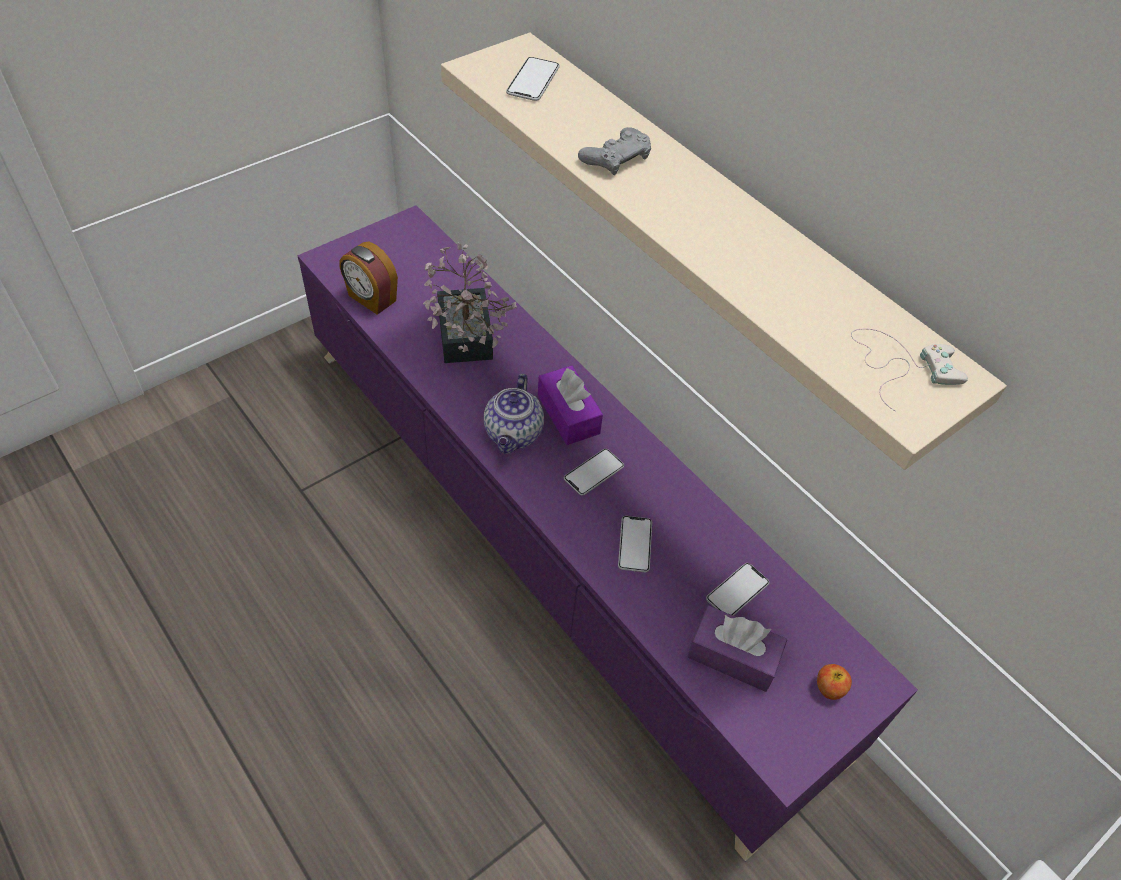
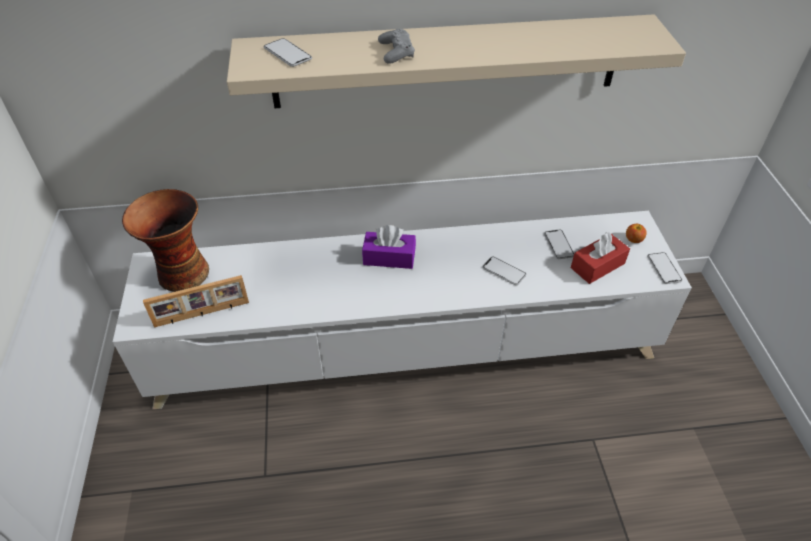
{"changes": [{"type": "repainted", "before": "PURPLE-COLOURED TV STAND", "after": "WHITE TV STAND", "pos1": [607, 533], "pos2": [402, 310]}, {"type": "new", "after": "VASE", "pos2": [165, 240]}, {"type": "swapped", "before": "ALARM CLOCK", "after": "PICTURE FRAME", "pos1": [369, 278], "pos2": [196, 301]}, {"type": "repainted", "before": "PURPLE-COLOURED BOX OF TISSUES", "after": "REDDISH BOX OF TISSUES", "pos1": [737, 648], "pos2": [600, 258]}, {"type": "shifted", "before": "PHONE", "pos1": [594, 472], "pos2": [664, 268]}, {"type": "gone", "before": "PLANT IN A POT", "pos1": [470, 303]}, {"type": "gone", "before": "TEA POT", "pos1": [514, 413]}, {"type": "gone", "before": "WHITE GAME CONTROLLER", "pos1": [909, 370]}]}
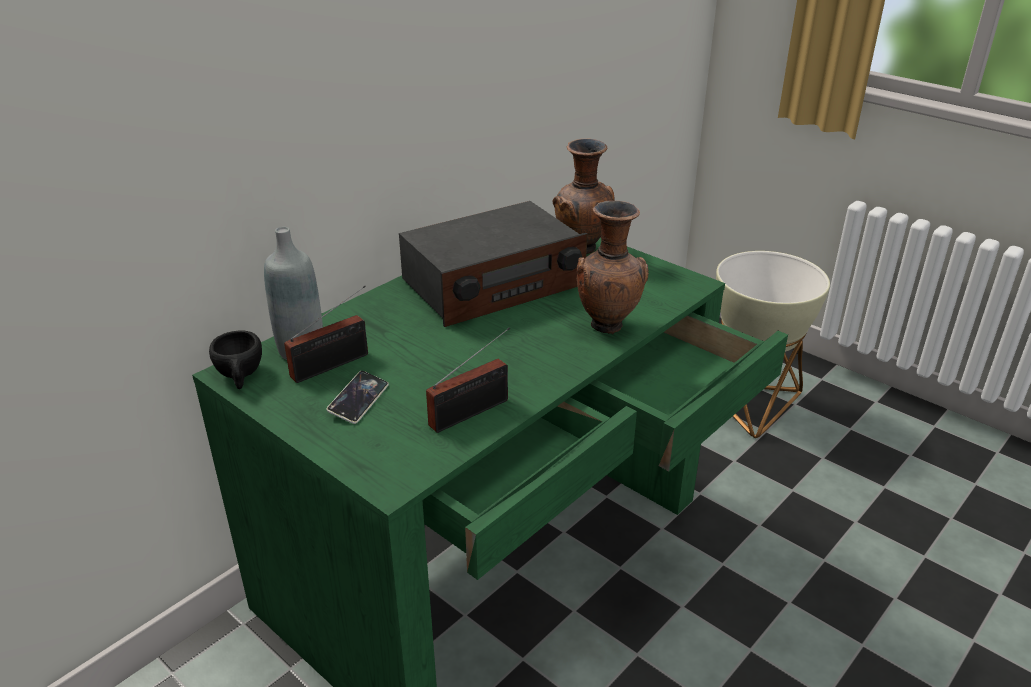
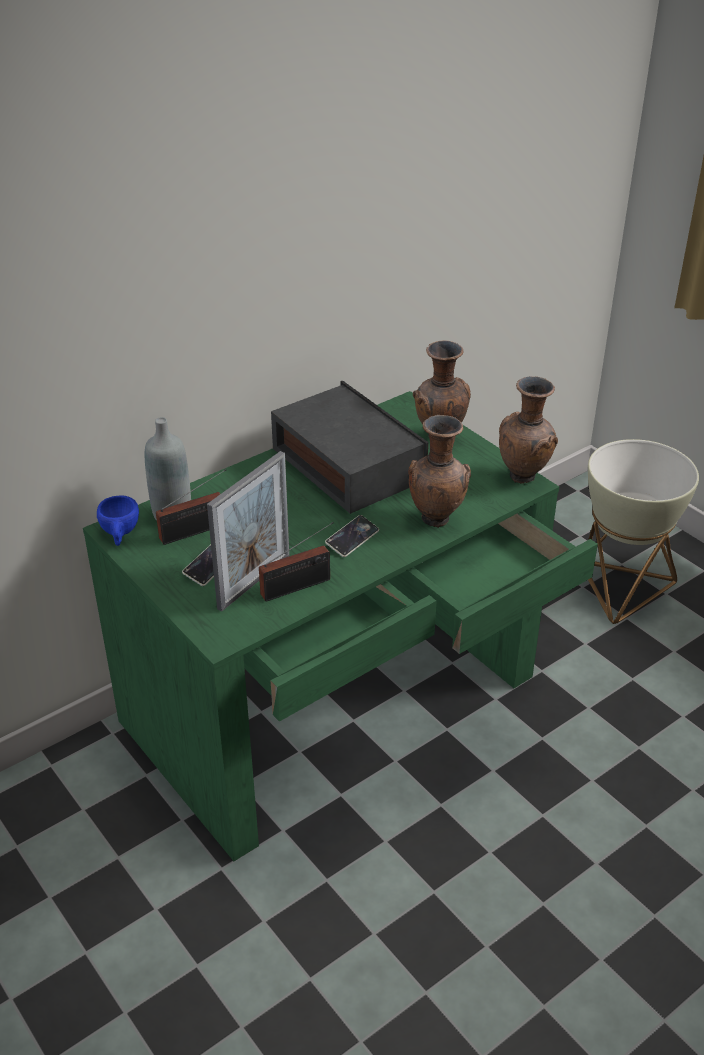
{"changes": [{"type": "repainted", "before": "BLACKISH DRINKING CUP", "after": "BLUISH DRINKING CUP", "pos1": [235, 360], "pos2": [118, 520]}, {"type": "new", "after": "PICTURE FRAME", "pos2": [248, 531]}, {"type": "rotated", "before": "RADIO RECEIVER", "pos1": [493, 264], "pos2": [349, 447], "turn": -105}, {"type": "new", "after": "PHONE", "pos2": [352, 536]}, {"type": "new", "after": "BROWN-COLOURED VASE", "pos2": [528, 430]}]}
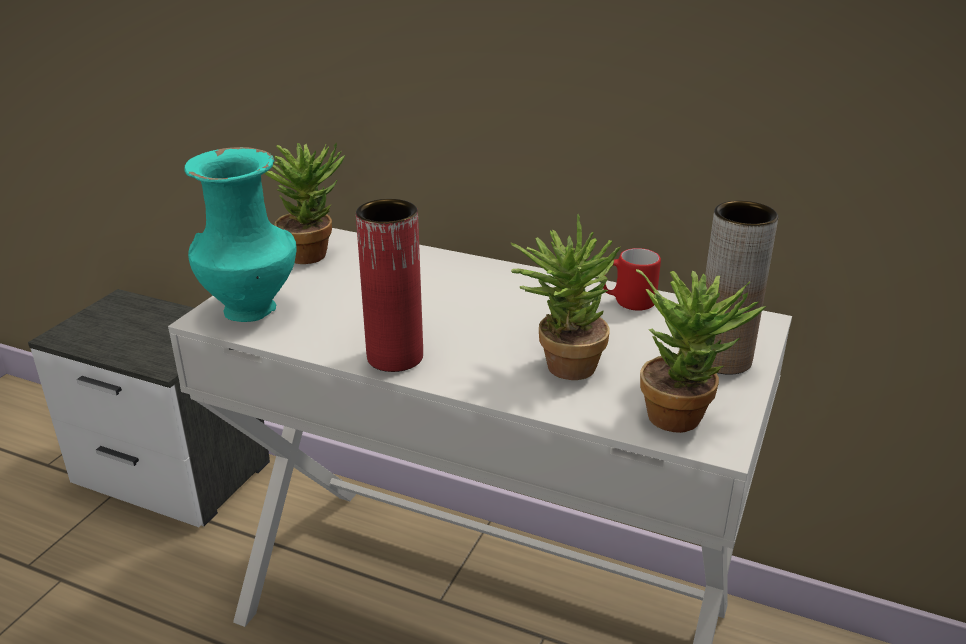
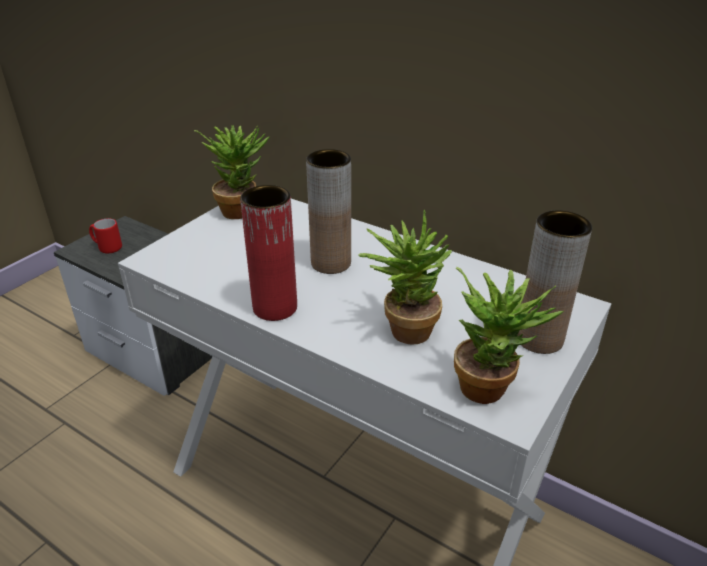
{"changes": [{"type": "shifted", "before": "REDDISH COFFEE MUG", "pos1": [632, 279], "pos2": [105, 235]}, {"type": "new", "after": "BROWN-COLOURED VASE", "pos2": [328, 211]}, {"type": "gone", "before": "TURQUOISE-COLOURED VASE", "pos1": [240, 234]}]}
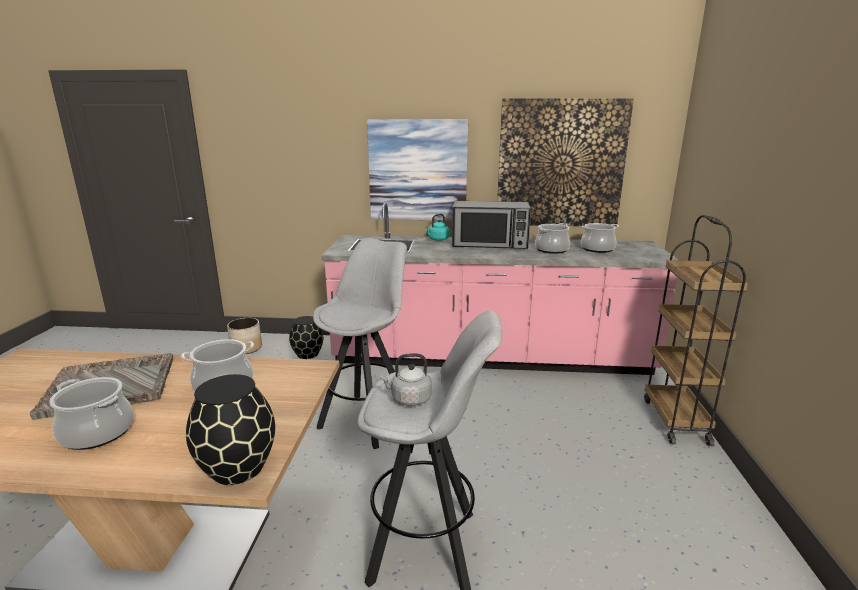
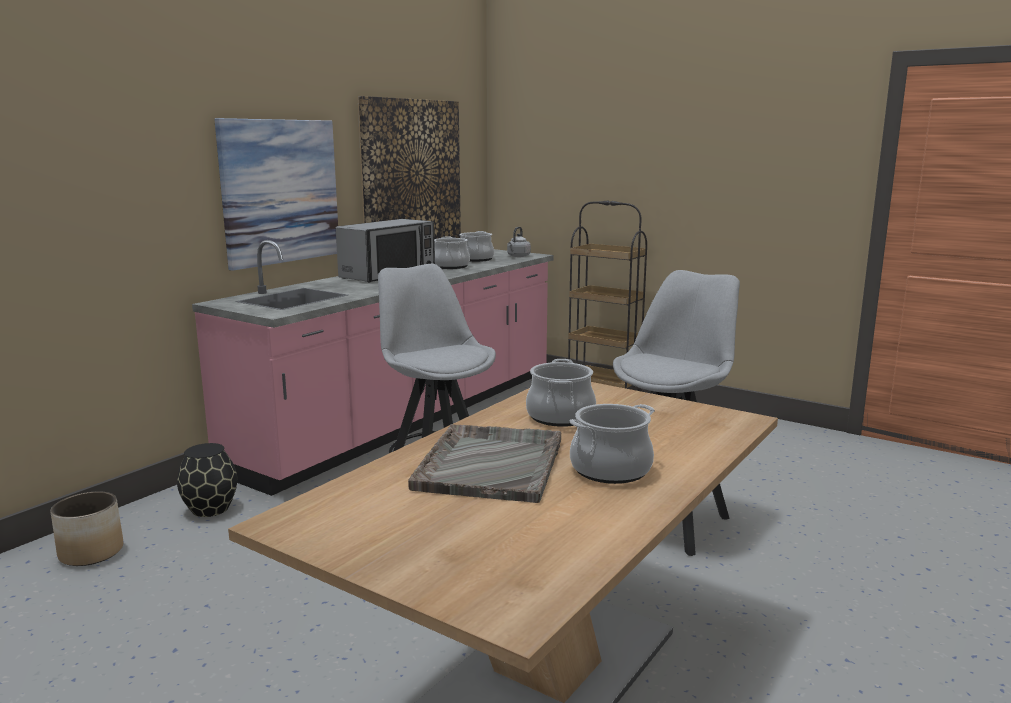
{"changes": [{"type": "shifted", "before": "GRAY WATER KETTLE", "pos1": [405, 379], "pos2": [519, 242]}, {"type": "gone", "before": "BLACKISH VASE", "pos1": [230, 429]}, {"type": "gone", "before": "TURQUOISE-COLOURED WATER KETTLE", "pos1": [437, 227]}]}
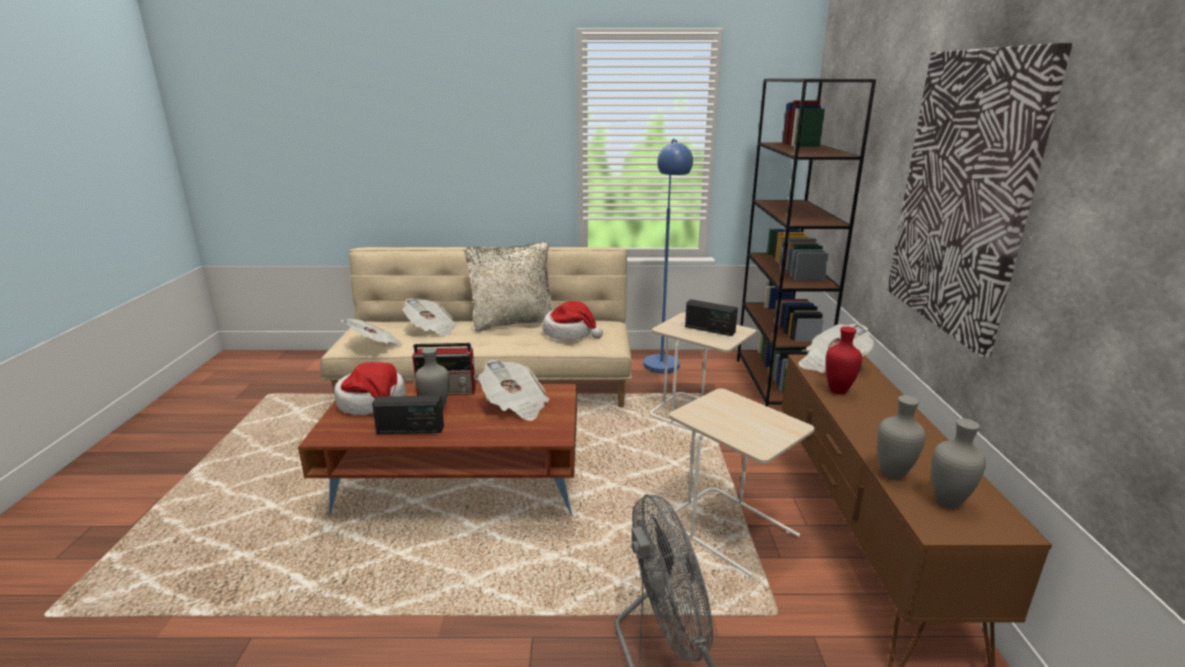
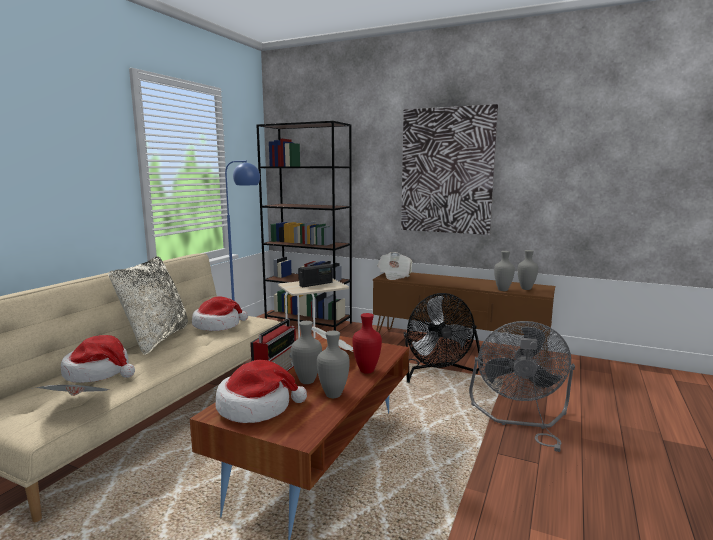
{"changes": [{"type": "swapped", "before": "DAILY PAPER", "after": "WEARABLE HAT", "pos1": [429, 317], "pos2": [98, 359]}, {"type": "swapped", "before": "RADIO RECEIVER", "after": "GRAY VASE", "pos1": [408, 415], "pos2": [333, 364]}, {"type": "shifted", "before": "REDDISH VASE", "pos1": [843, 360], "pos2": [367, 343]}, {"type": "swapped", "before": "BEIGE-COLOURED SIDE TABLE", "after": "BLACKISH COOLING FAN", "pos1": [740, 482], "pos2": [443, 338]}]}
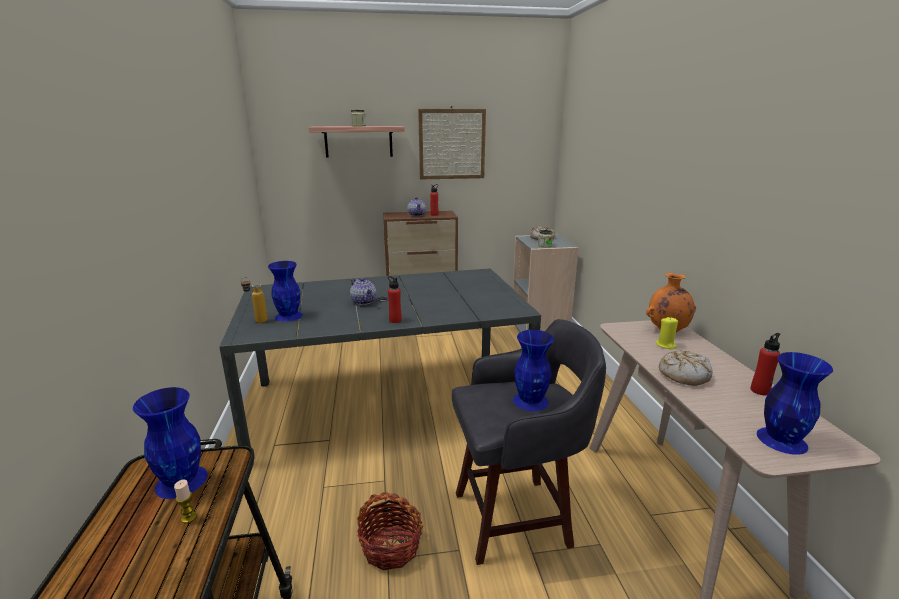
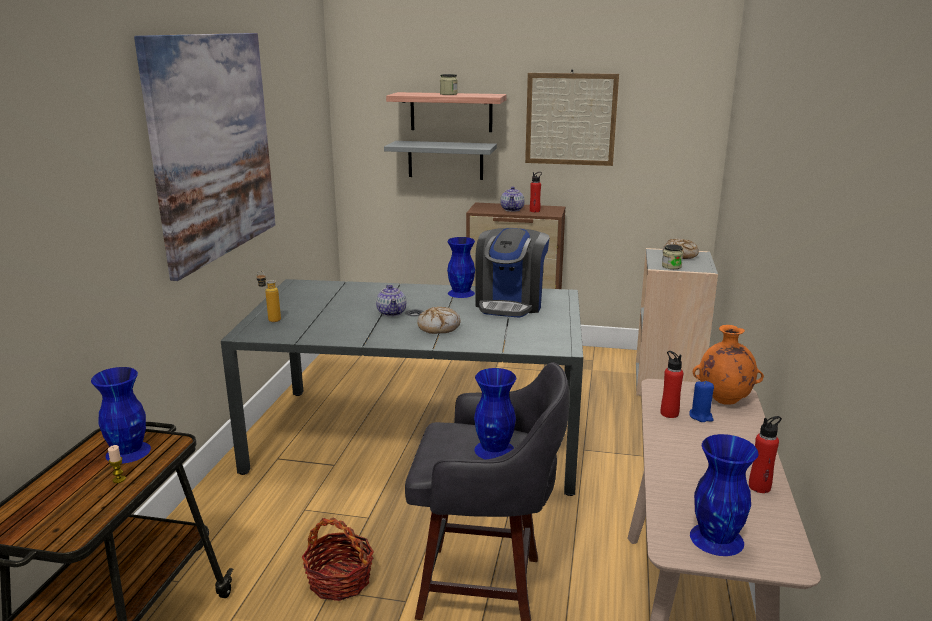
{"changes": [{"type": "new", "after": "WALL PICTURE", "pos2": [204, 157]}, {"type": "new", "after": "GRAY BRACKET SHELF", "pos2": [440, 160]}, {"type": "shifted", "before": "BREAD", "pos1": [685, 368], "pos2": [438, 320]}, {"type": "shifted", "before": "BLUISH VASE", "pos1": [285, 291], "pos2": [461, 267]}, {"type": "new", "after": "COFFEE MACHINE", "pos2": [512, 273]}, {"type": "shifted", "before": "REDDISH BOTTLE", "pos1": [395, 299], "pos2": [672, 384]}, {"type": "repainted", "before": "YELLOW-COLOURED WAX CANDLE", "after": "BLUISH WAX CANDLE", "pos1": [667, 333], "pos2": [701, 401]}]}
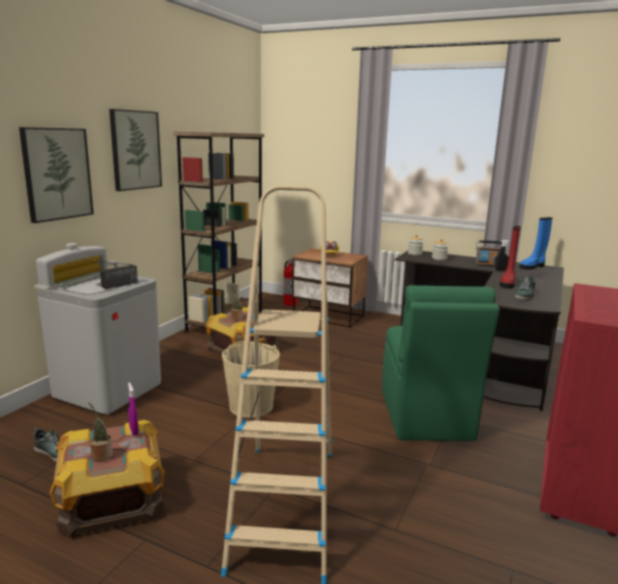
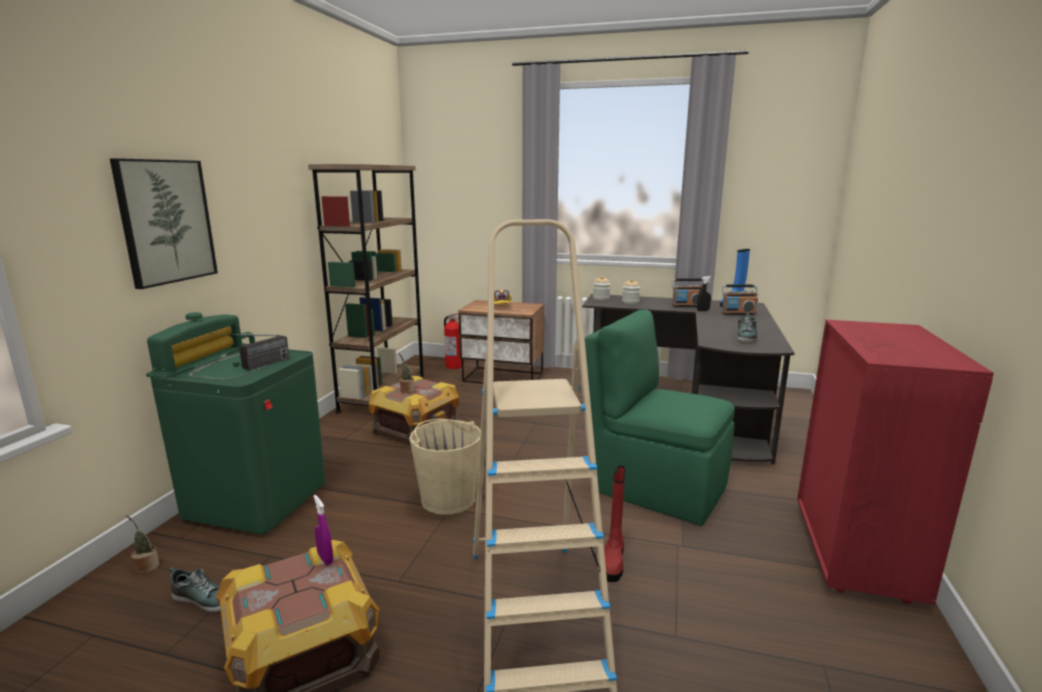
{"changes": [{"type": "shifted", "before": "PLANT IN A POT", "pos1": [100, 431], "pos2": [142, 544]}, {"type": "repainted", "before": "GRAY LAUNDRY APPLIANCE", "after": "GREEN-COLOURED LAUNDRY APPLIANCE", "pos1": [97, 329], "pos2": [235, 423]}, {"type": "rotated", "before": "GREEN-COLOURED CHAIR", "pos1": [441, 363], "pos2": [660, 418], "turn": 135}, {"type": "shifted", "before": "REDDISH HIGH-TOP BOOT", "pos1": [510, 257], "pos2": [614, 523]}, {"type": "new", "after": "RADIO RECEIVER", "pos2": [739, 300]}, {"type": "gone", "before": "WALL PICTURE", "pos1": [135, 150]}]}
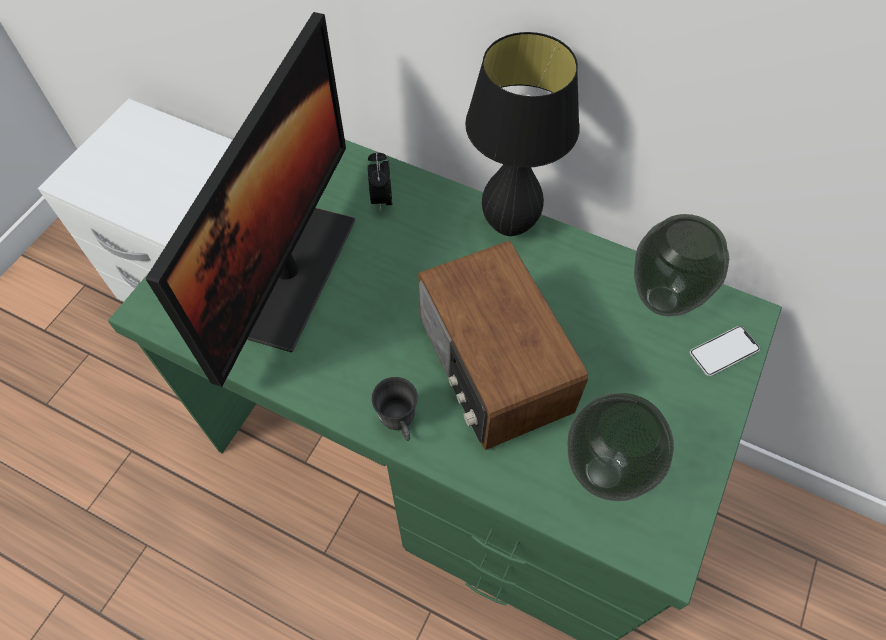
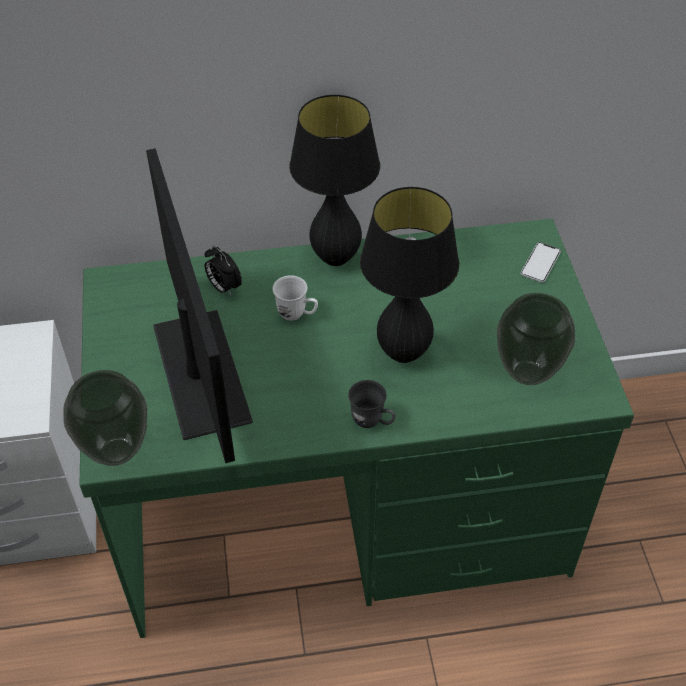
{"changes": [{"type": "shifted", "before": "VASE", "pos1": [681, 265], "pos2": [105, 418]}, {"type": "new", "after": "WHITE COFFEE MUG", "pos2": [295, 298]}, {"type": "swapped", "before": "RADIO RECEIVER", "after": "BLACKISH LAMP FOR A TABLE", "pos1": [503, 345], "pos2": [409, 275]}]}
